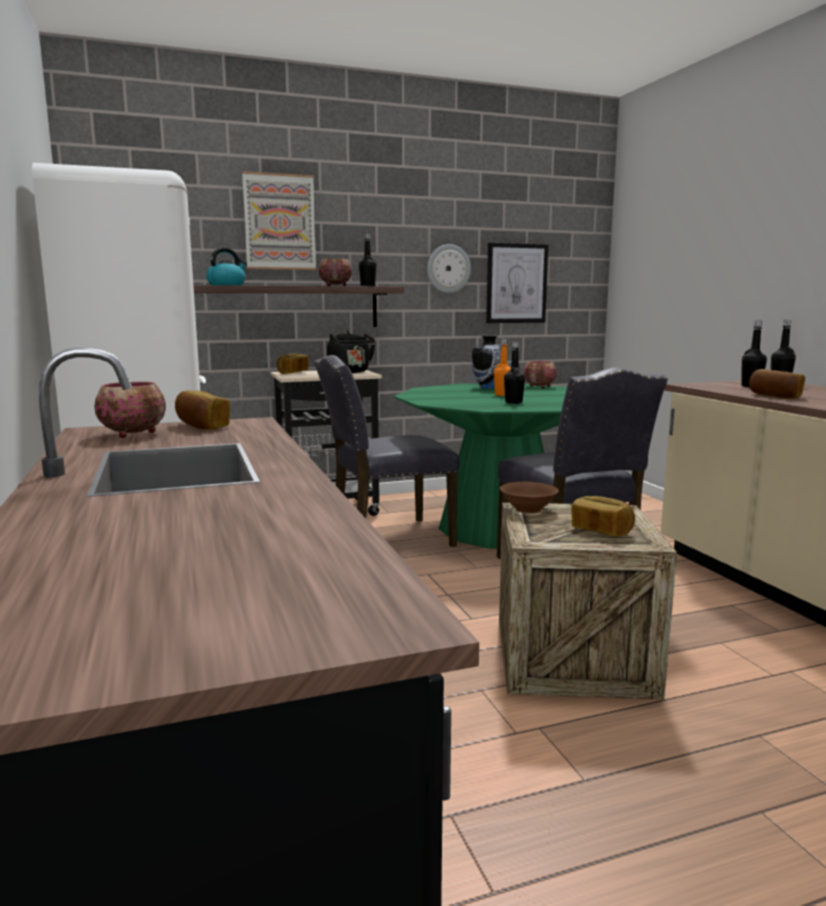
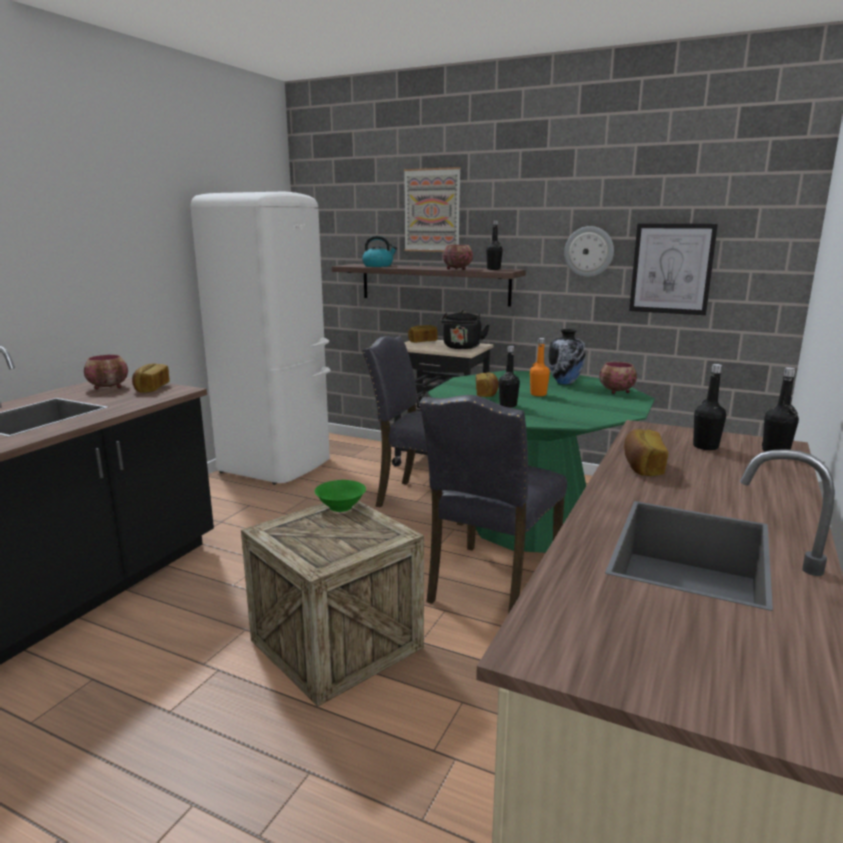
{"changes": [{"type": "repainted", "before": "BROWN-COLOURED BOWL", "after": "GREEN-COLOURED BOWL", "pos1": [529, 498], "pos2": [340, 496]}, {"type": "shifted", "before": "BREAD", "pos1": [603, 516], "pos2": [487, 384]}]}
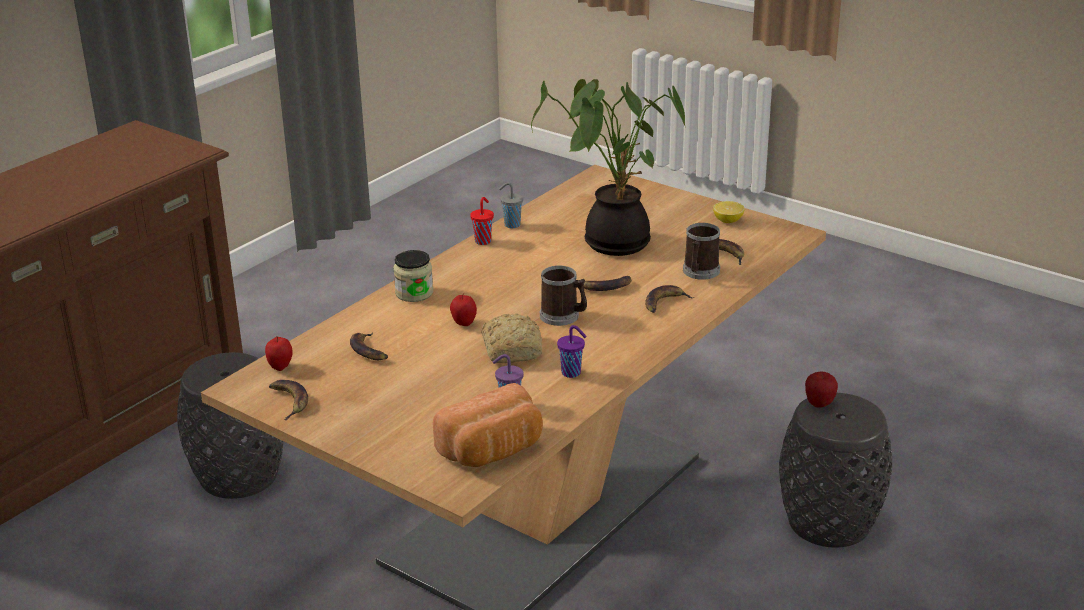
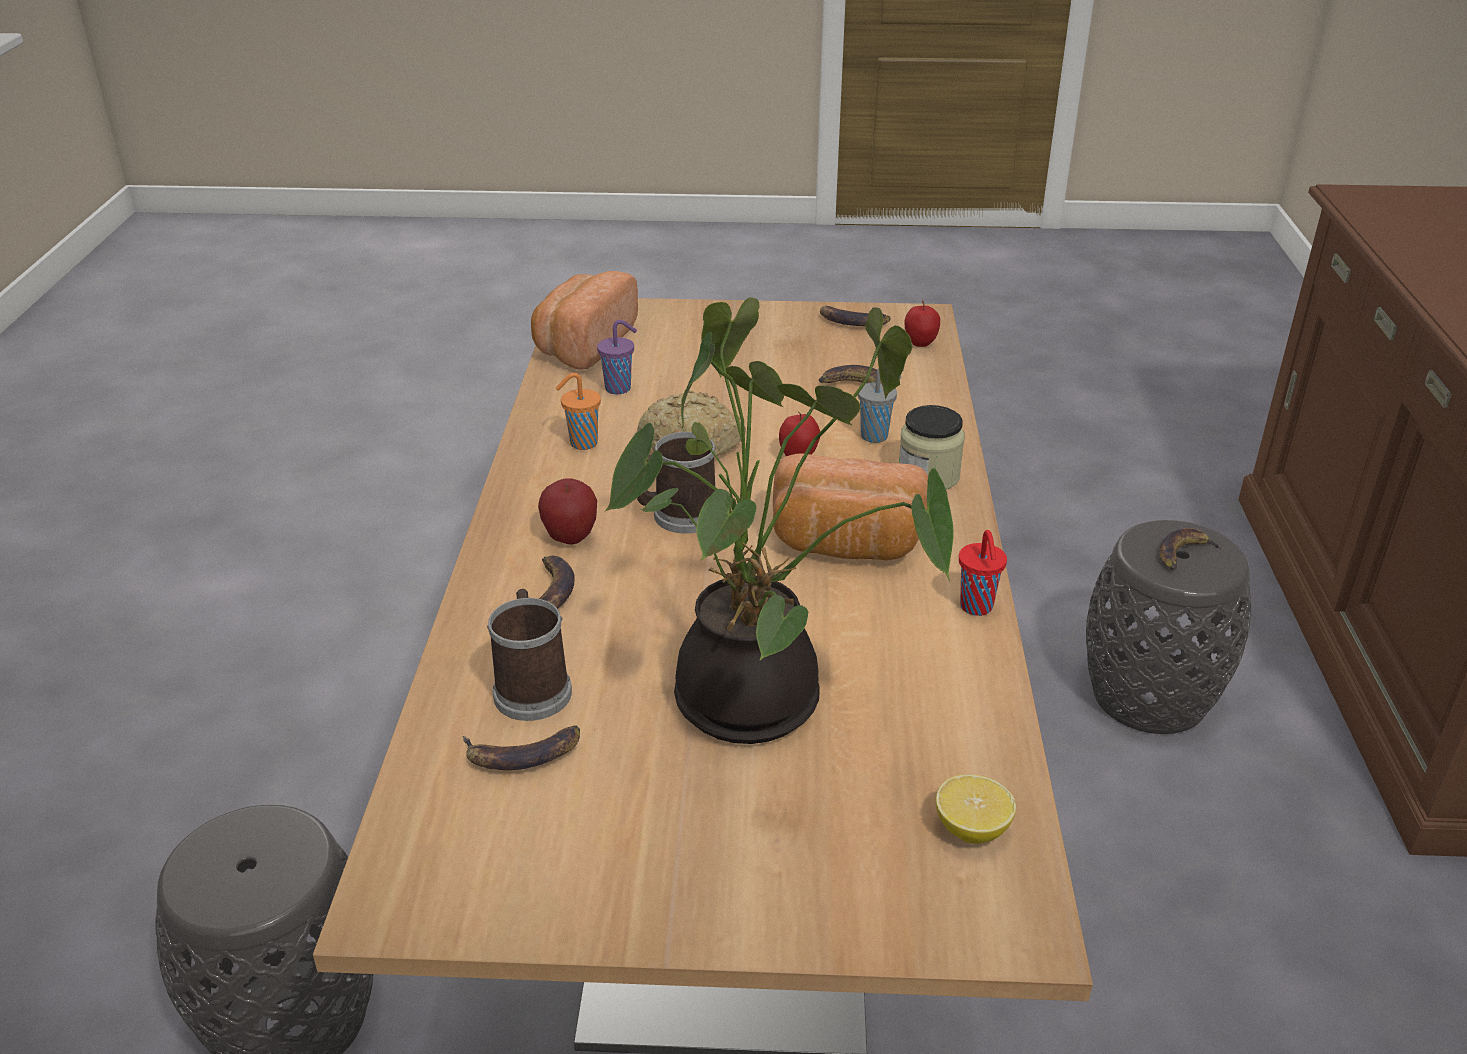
{"changes": [{"type": "shifted", "before": "APPLE", "pos1": [821, 389], "pos2": [567, 512]}, {"type": "repainted", "before": "PURPLE-COLOURED DRINKING CUP", "after": "ORANGEY DRINKING CUP", "pos1": [572, 351], "pos2": [578, 411]}, {"type": "new", "after": "BREAD", "pos2": [850, 507]}, {"type": "shifted", "before": "GRAY DRINKING CUP", "pos1": [511, 205], "pos2": [879, 405]}, {"type": "shifted", "before": "LEMON", "pos1": [729, 212], "pos2": [976, 809]}, {"type": "shifted", "before": "BANANA", "pos1": [608, 283], "pos2": [1192, 549]}]}
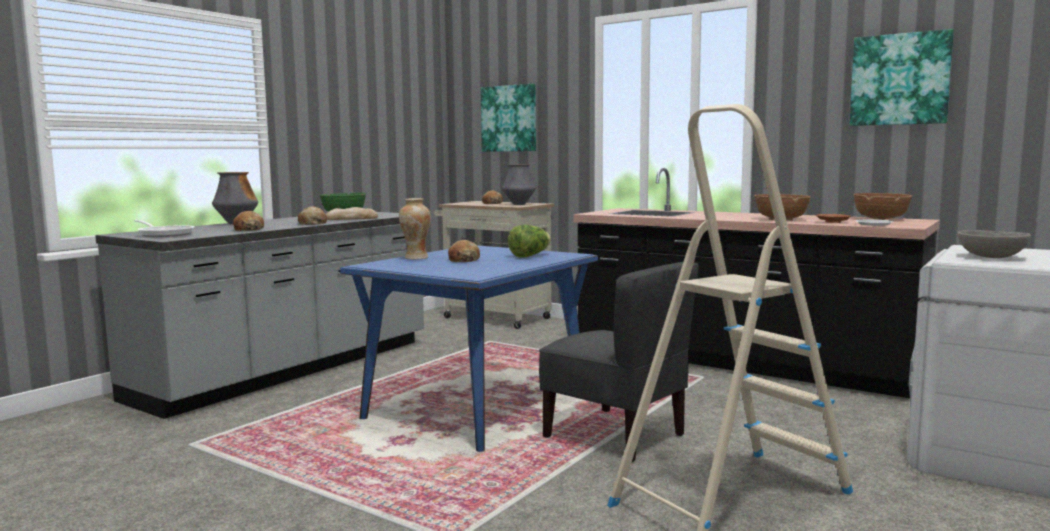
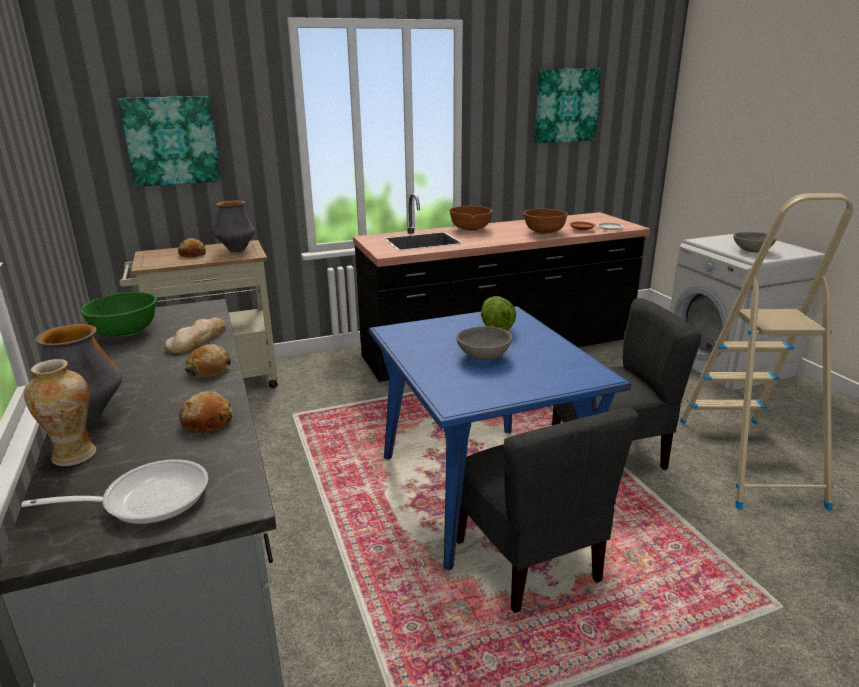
{"changes": [{"type": "shifted", "before": "VASE", "pos1": [415, 229], "pos2": [60, 412]}, {"type": "shifted", "before": "BROWN-COLOURED BOWL", "pos1": [883, 206], "pos2": [470, 218]}, {"type": "swapped", "before": "BREAD", "after": "GRAY BOWL", "pos1": [464, 251], "pos2": [484, 343]}, {"type": "new", "after": "GRAY CHAIR", "pos2": [547, 510]}]}
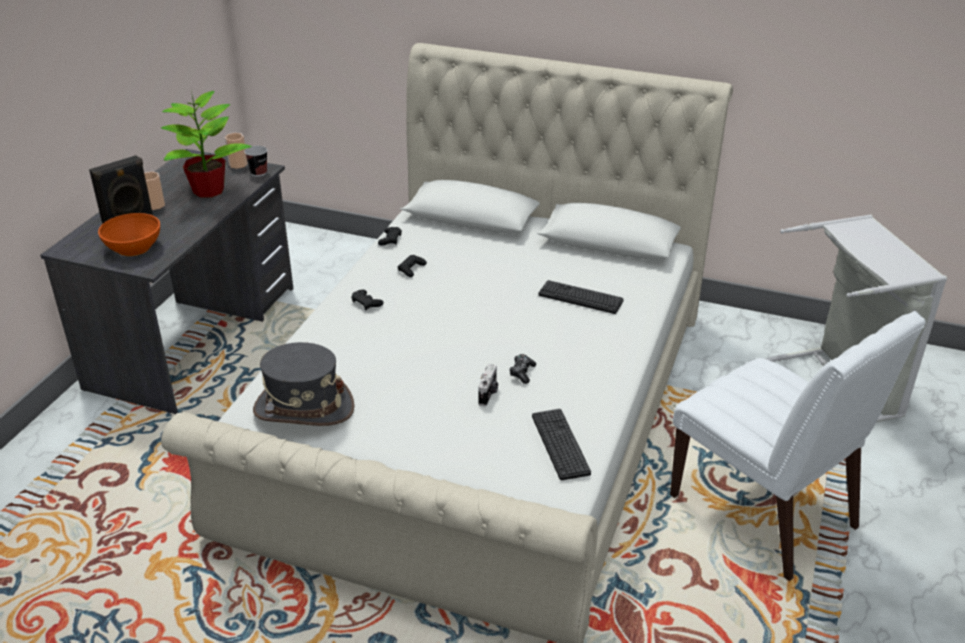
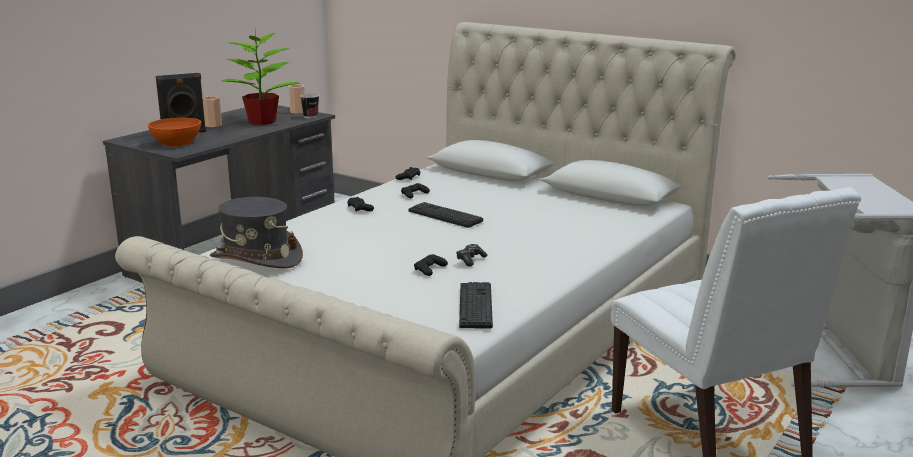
{"changes": [{"type": "shifted", "before": "PC KEYBOARD", "pos1": [581, 297], "pos2": [446, 215]}, {"type": "swapped", "before": "PHOTO CAMERA", "after": "BLACKISH GAME CONTROLLER", "pos1": [488, 385], "pos2": [431, 265]}]}
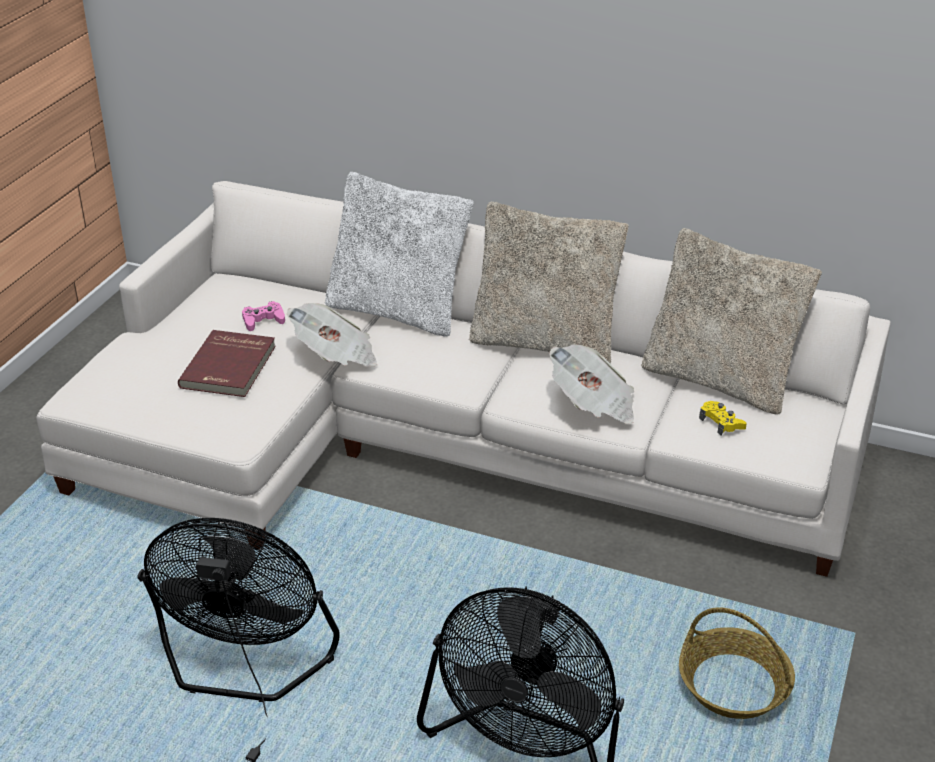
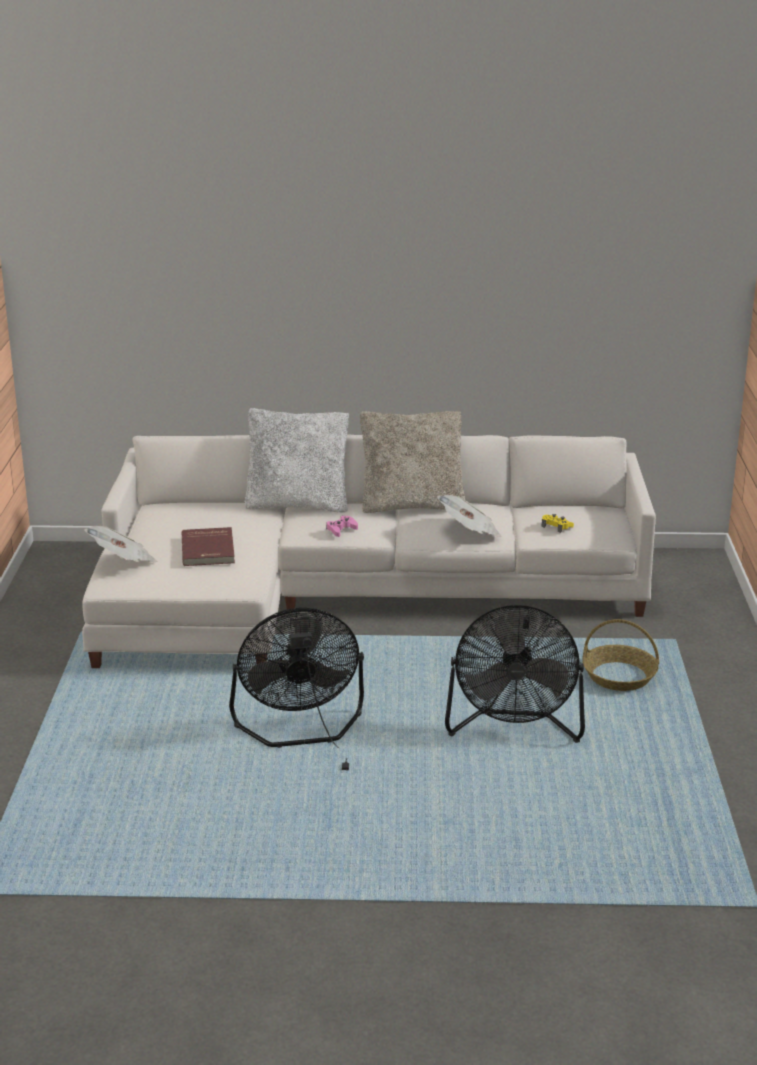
{"changes": [{"type": "shifted", "before": "DAILY PAPER", "pos1": [332, 335], "pos2": [120, 544]}, {"type": "shifted", "before": "PINK-COLOURED GAME CONTROLLER", "pos1": [263, 316], "pos2": [342, 526]}, {"type": "gone", "before": "BEIGE-COLOURED THROW PILLOW", "pos1": [731, 321]}]}
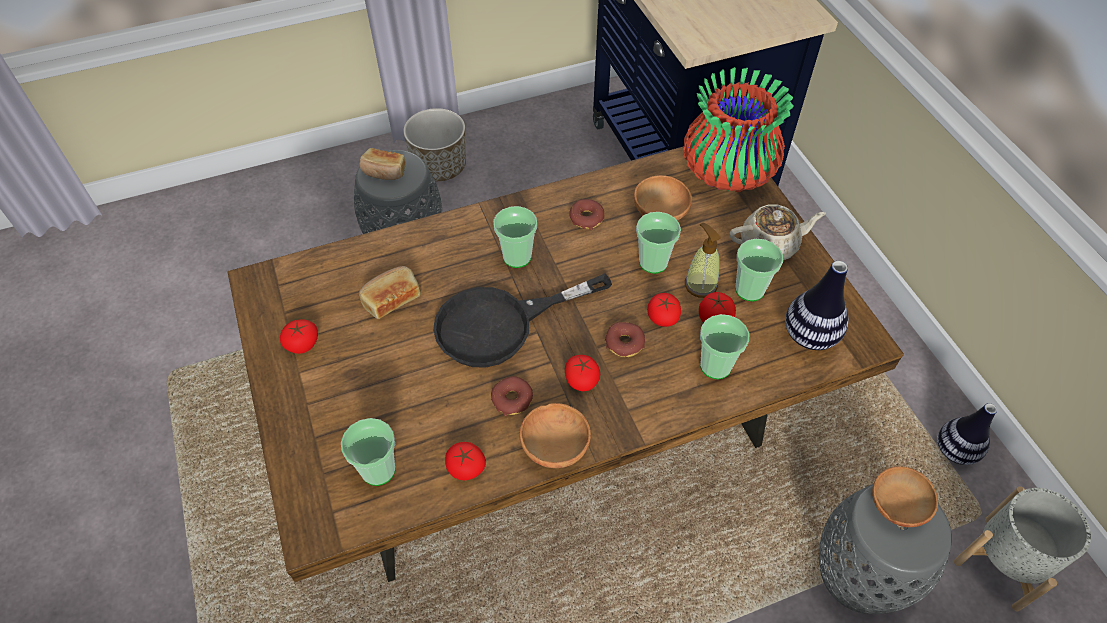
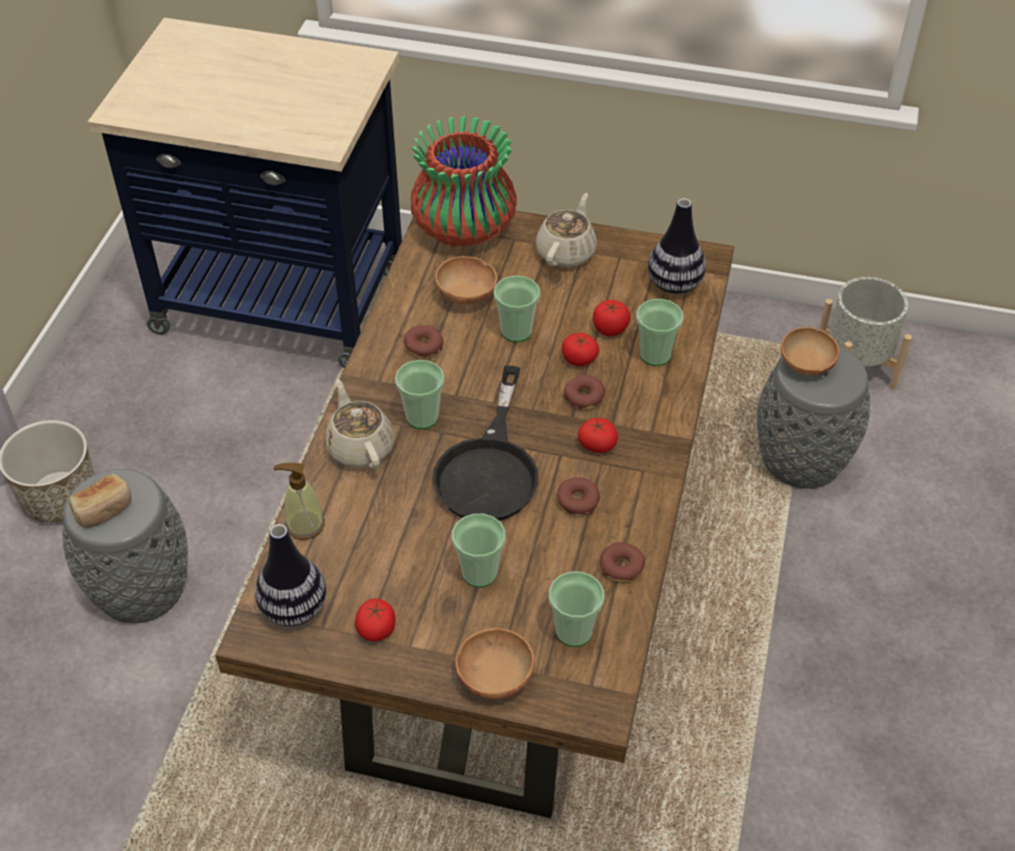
{"changes": [{"type": "shifted", "before": "VASE", "pos1": [967, 434], "pos2": [290, 575]}, {"type": "shifted", "before": "LIQUID SOAP BOTTLE", "pos1": [703, 260], "pos2": [299, 501]}, {"type": "new", "after": "BEIGE-COLOURED TEA POT", "pos2": [360, 424]}, {"type": "shifted", "before": "DRINKING CUP", "pos1": [759, 270], "pos2": [479, 550]}, {"type": "shifted", "before": "BROWN-COLOURED BOWL", "pos1": [555, 435], "pos2": [495, 663]}, {"type": "swapped", "before": "WHOLE TOMATO", "after": "DOUGHNUT", "pos1": [465, 461], "pos2": [622, 562]}, {"type": "gone", "before": "BREAD", "pos1": [390, 292]}]}
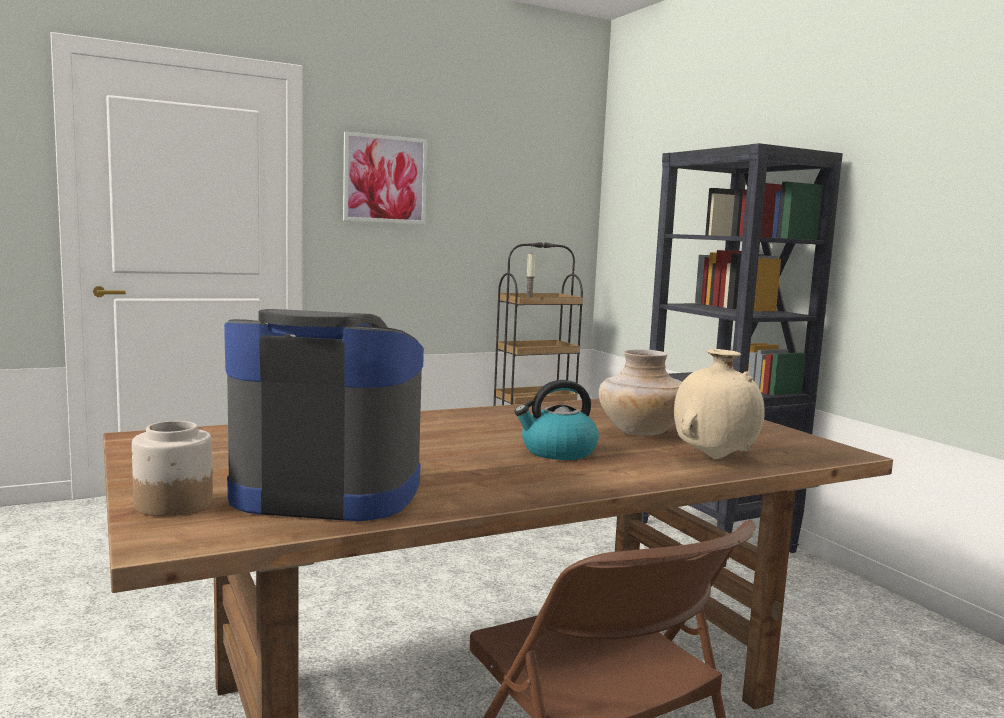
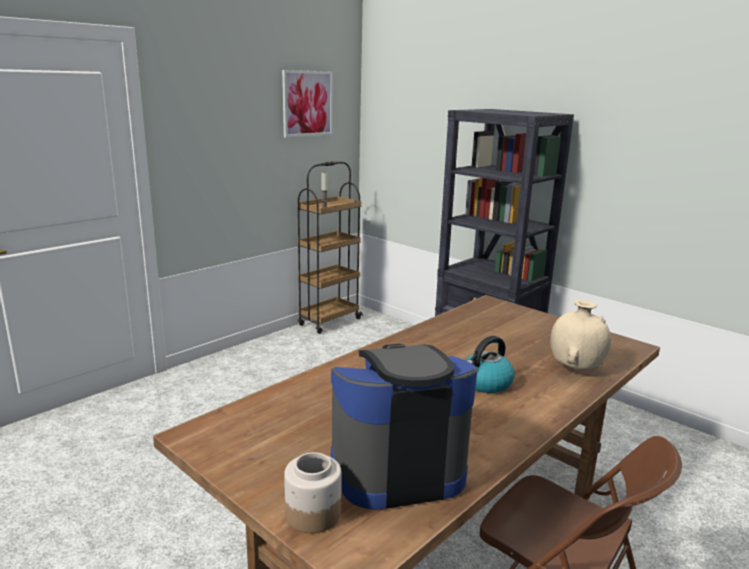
{"changes": [{"type": "shifted", "before": "WALL PICTURE", "pos1": [385, 177], "pos2": [307, 104]}, {"type": "gone", "before": "BEIGE-COLOURED VASE", "pos1": [640, 392]}]}
